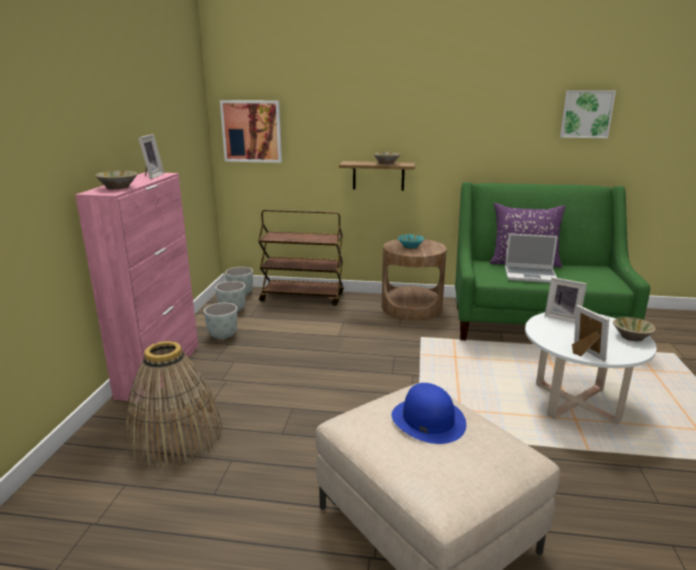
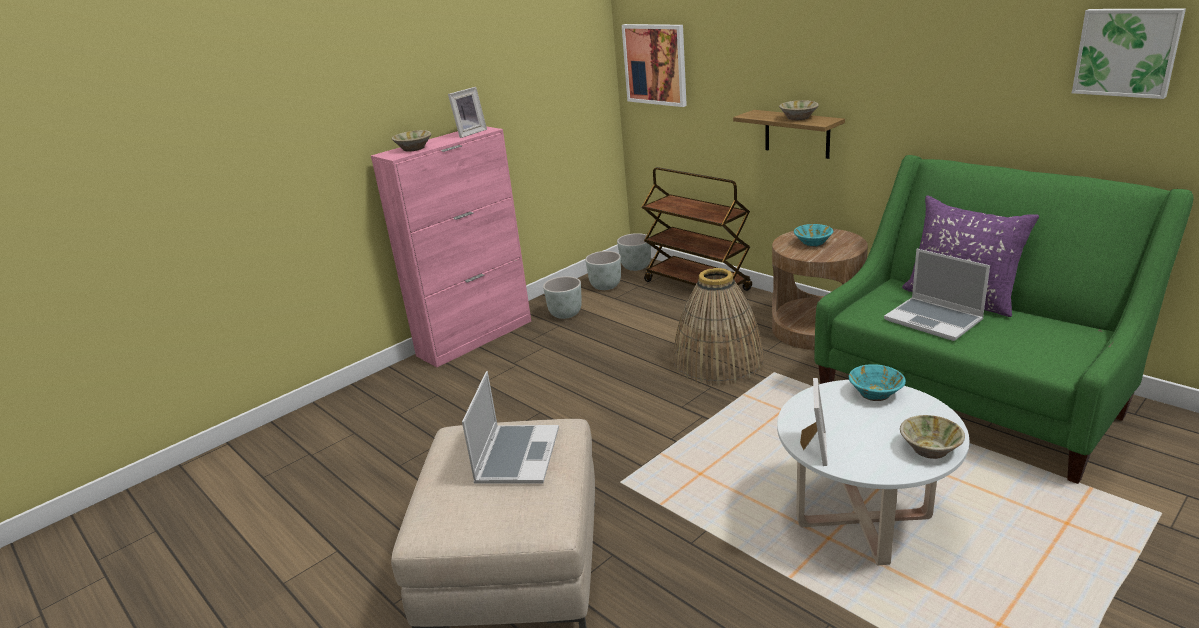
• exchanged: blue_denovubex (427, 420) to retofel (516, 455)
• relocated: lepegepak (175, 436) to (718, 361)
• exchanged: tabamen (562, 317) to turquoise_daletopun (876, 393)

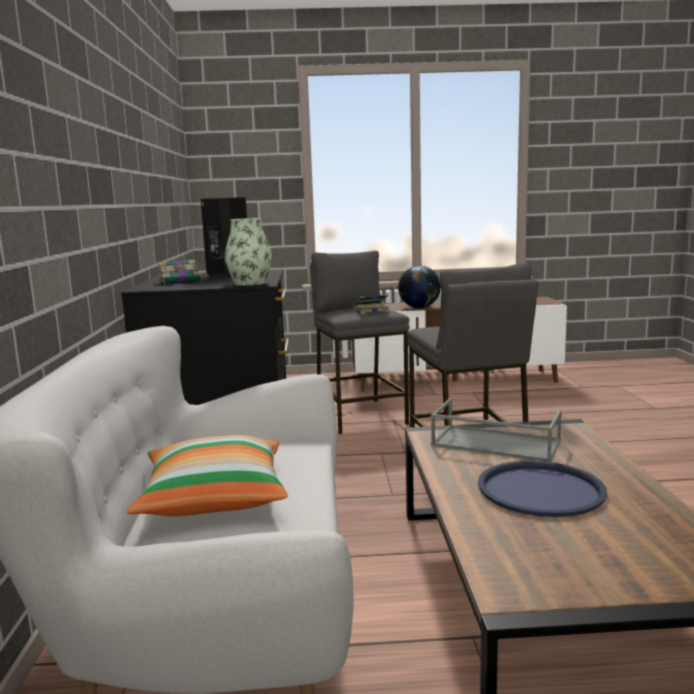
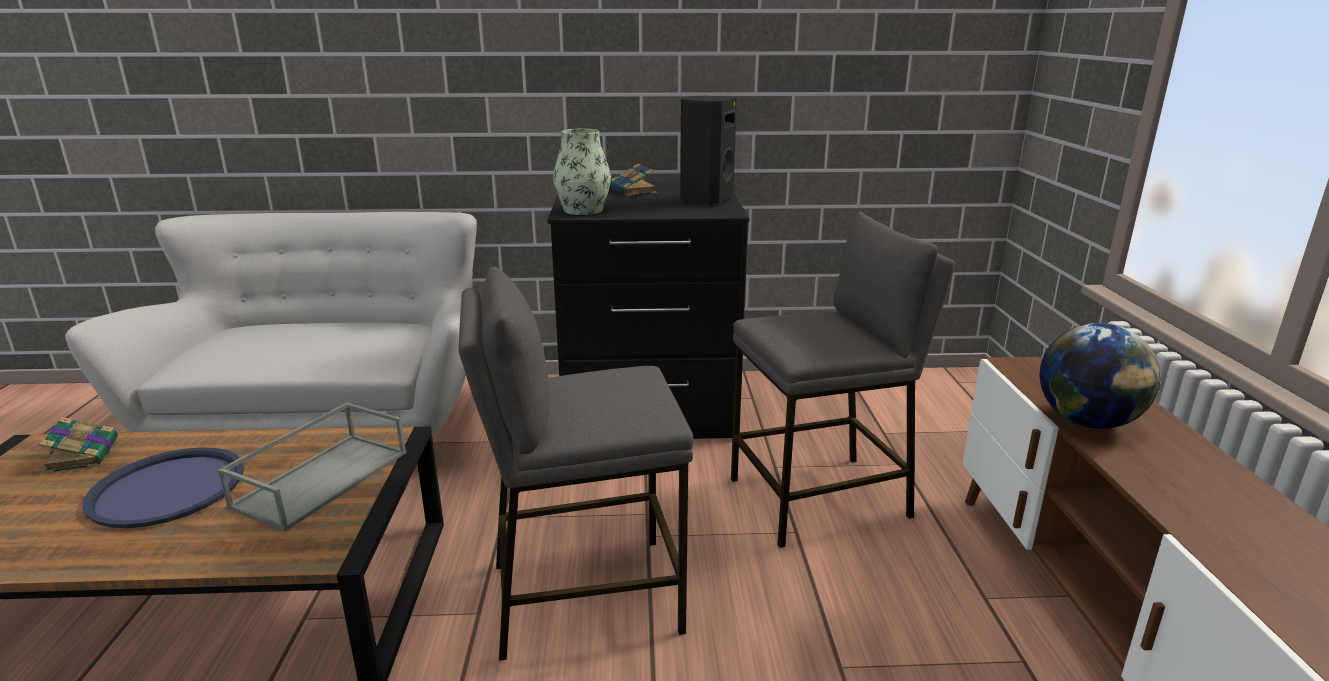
• relocated: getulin (370, 311) to (83, 454)
• missing: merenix (213, 497)

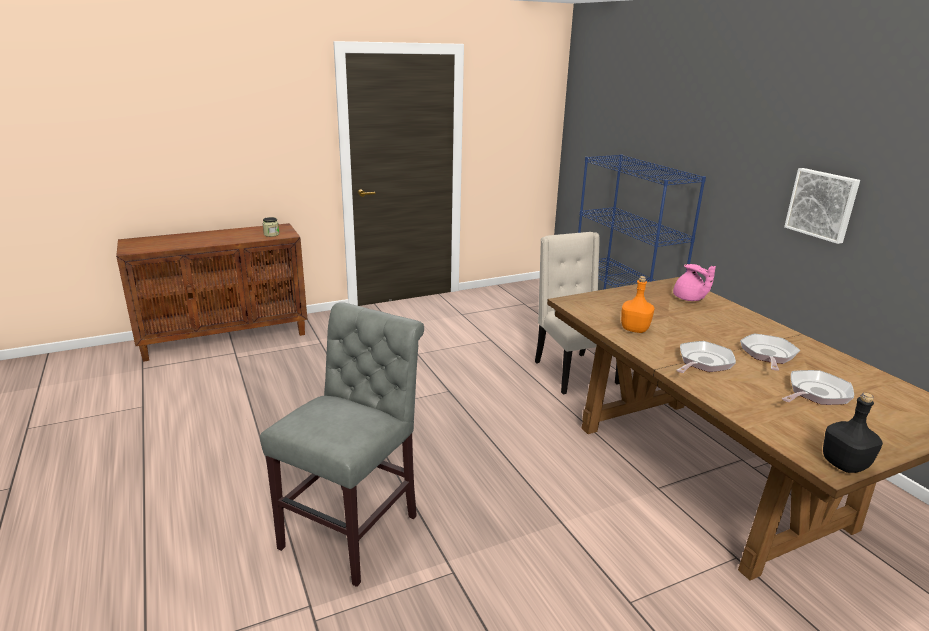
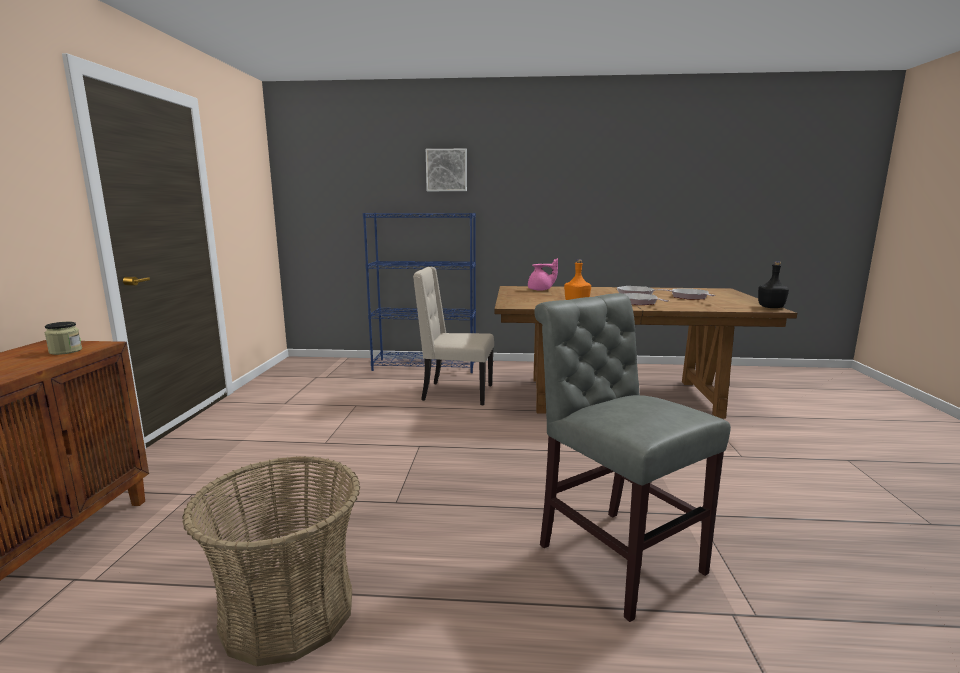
• appeared: lepegepak (288, 611)
• relocated: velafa (822, 204) to (446, 170)

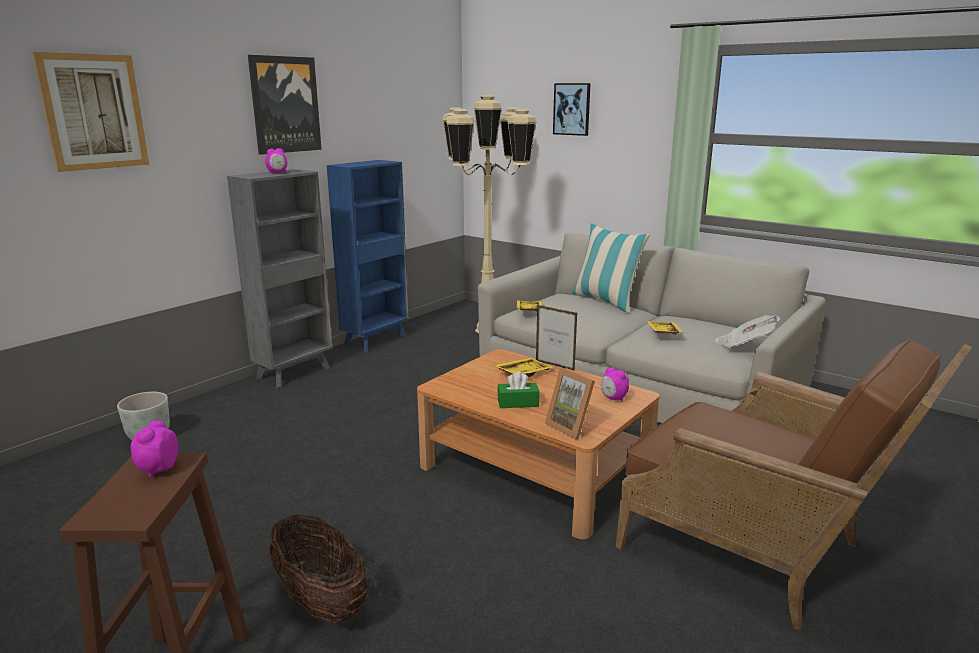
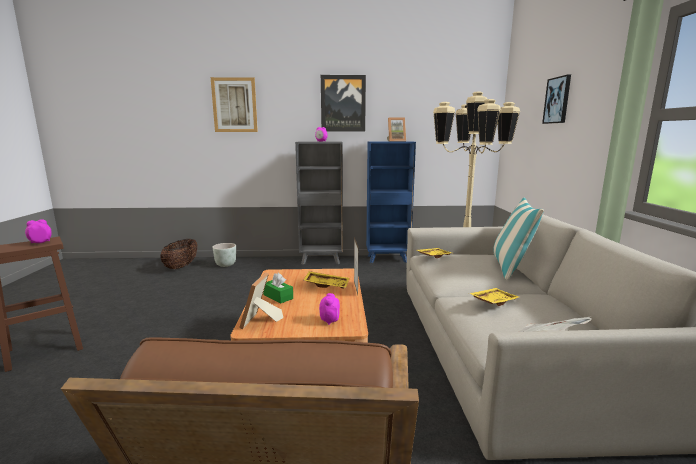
• relocated: lepegepak (320, 601) to (181, 266)
• appeared: tabamen (396, 141)

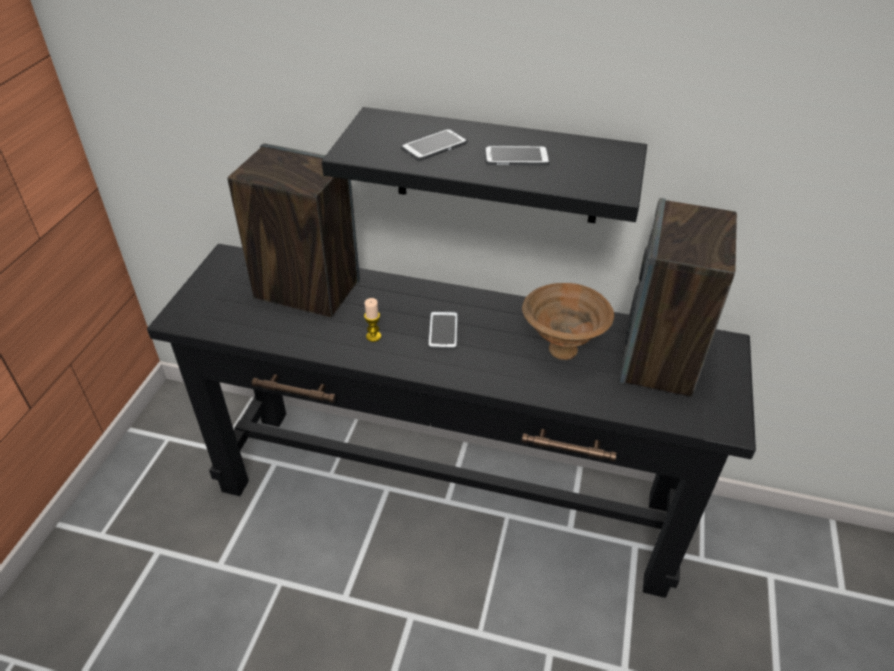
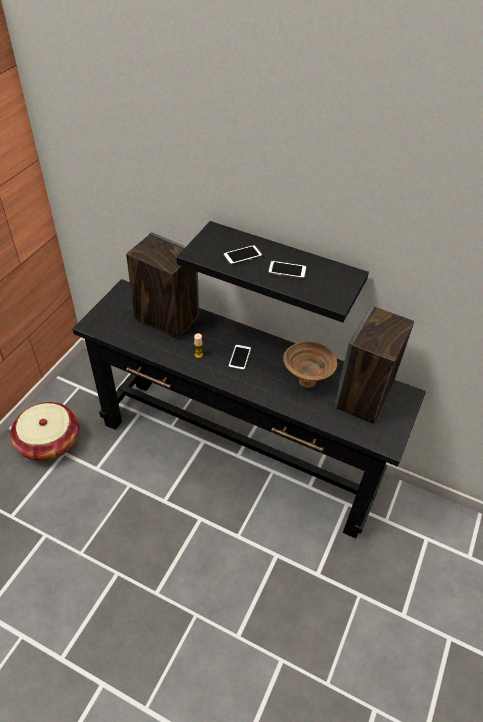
• appeared: lepegepak (49, 442)

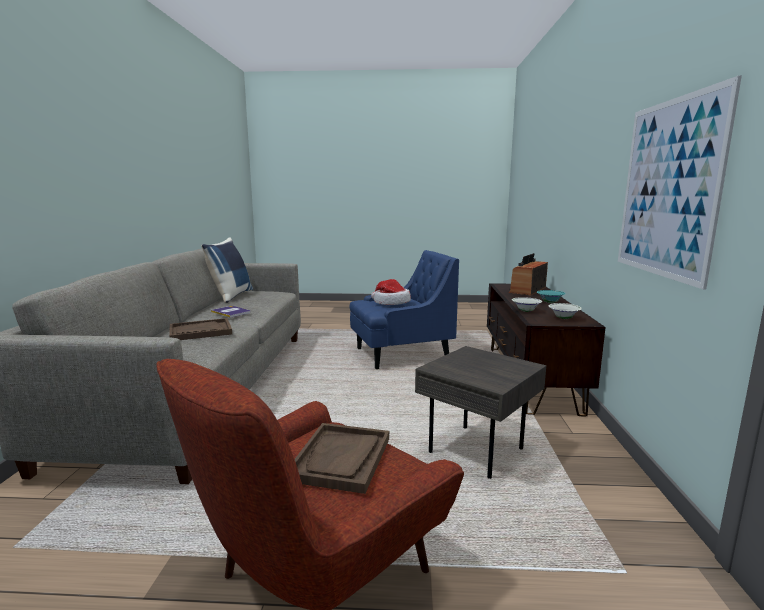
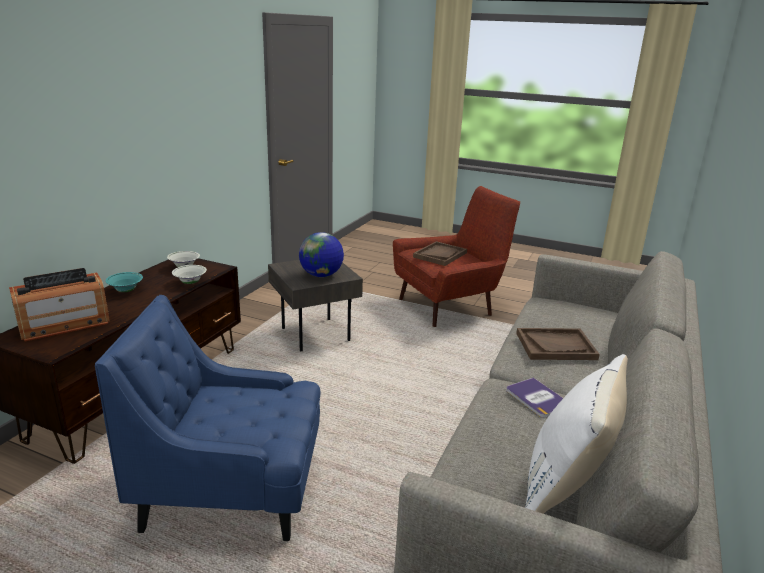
• appeared: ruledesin (321, 275)
• colour: blue_merenix (230, 296) to white_merenix (566, 488)
• missing: denovubex (390, 302)
• missing: velafa (667, 189)

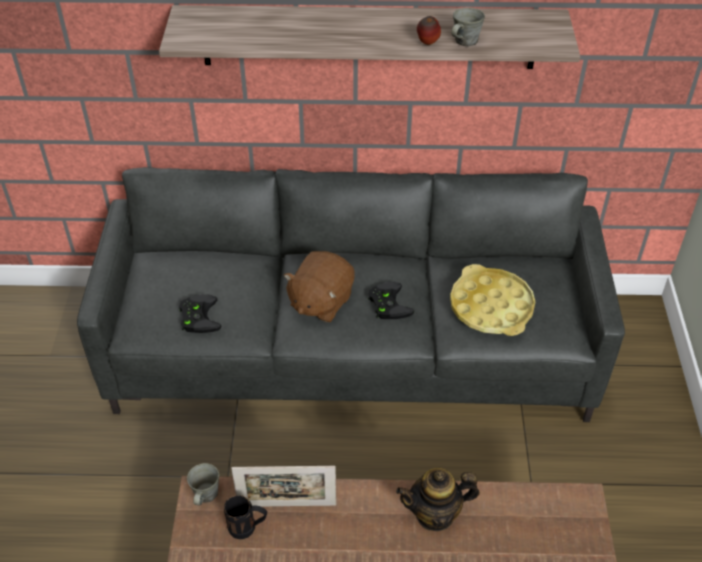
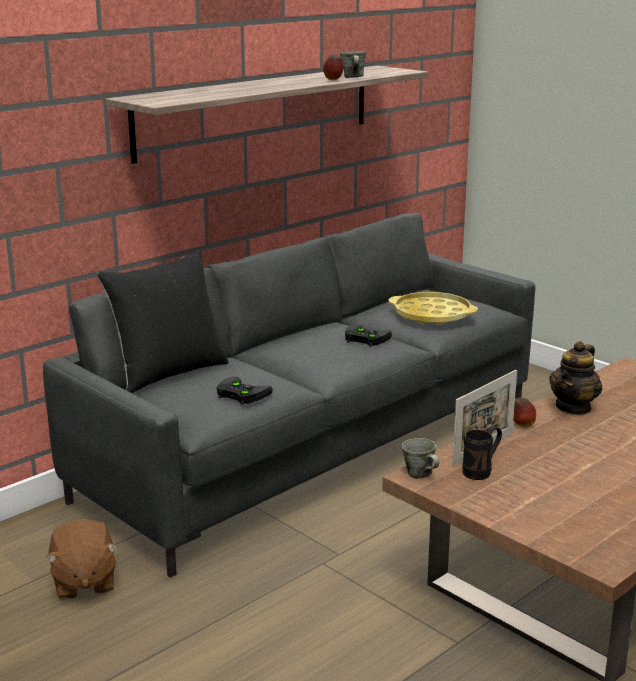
• relocated: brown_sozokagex (320, 301) to (83, 582)
• appeared: black_merenix (168, 373)
• appeared: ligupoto (522, 425)

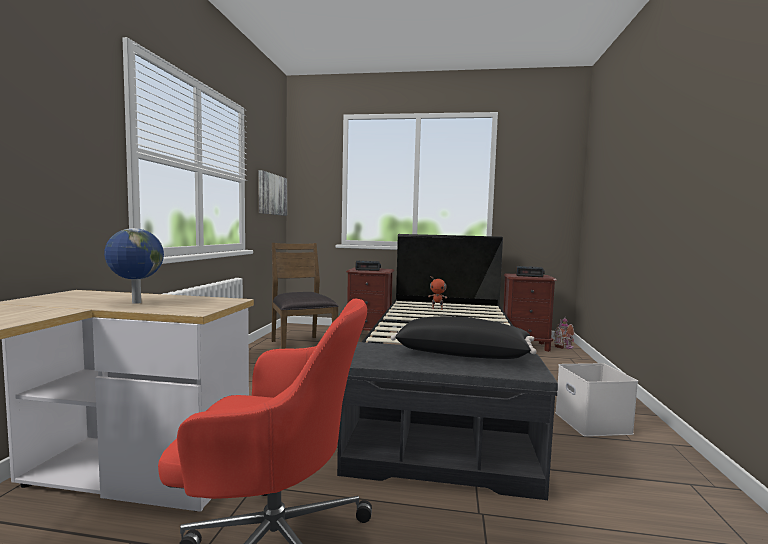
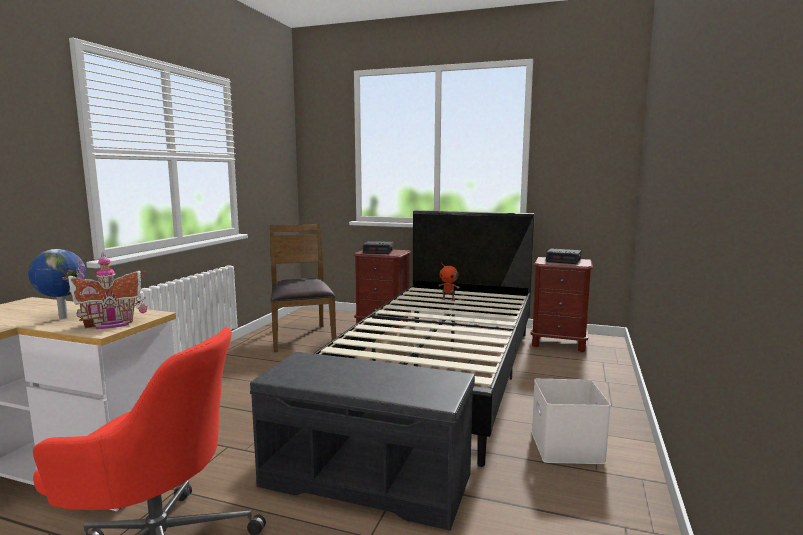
• relocated: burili (564, 347) to (110, 324)
• missing: velafa (271, 194)
• missing: black_merenix (462, 354)

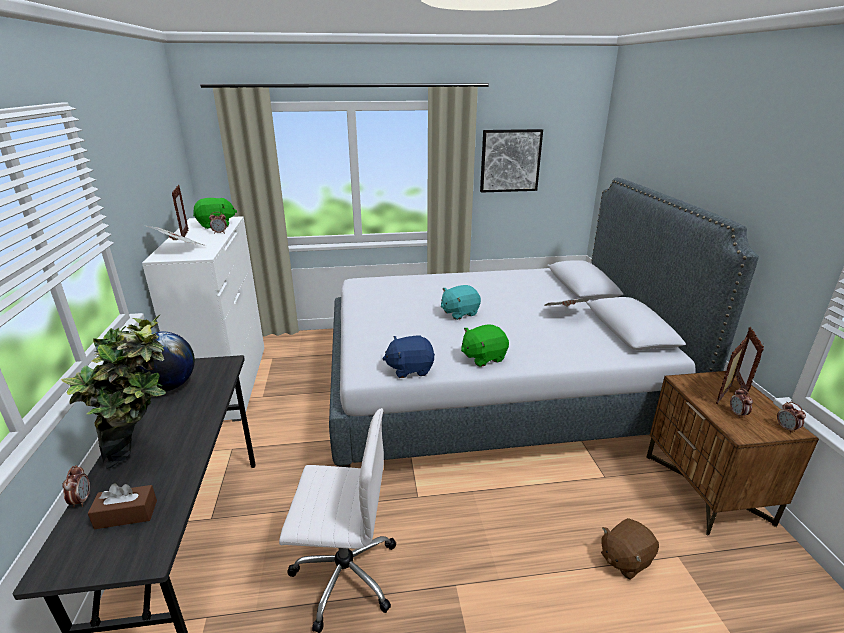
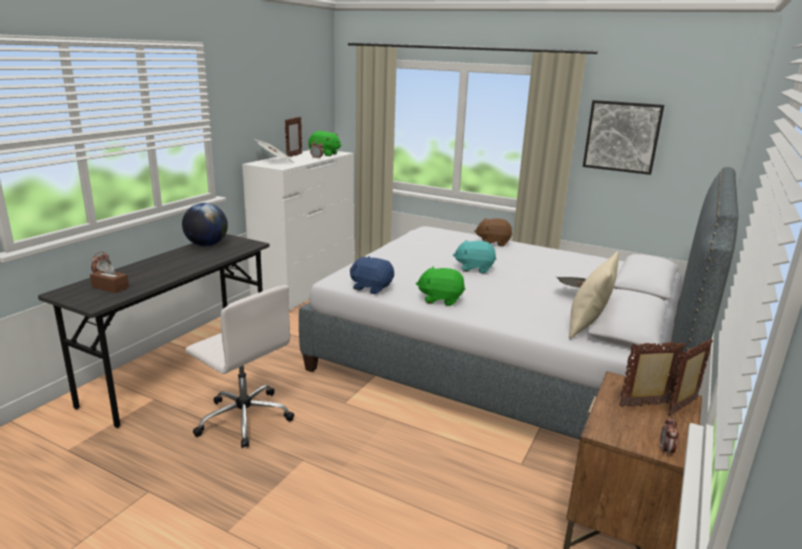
• relocated: brown_sozokagex (625, 559) to (493, 243)
• appeared: beige_merenix (587, 326)
• missing: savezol (146, 453)
• missing: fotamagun (737, 414)

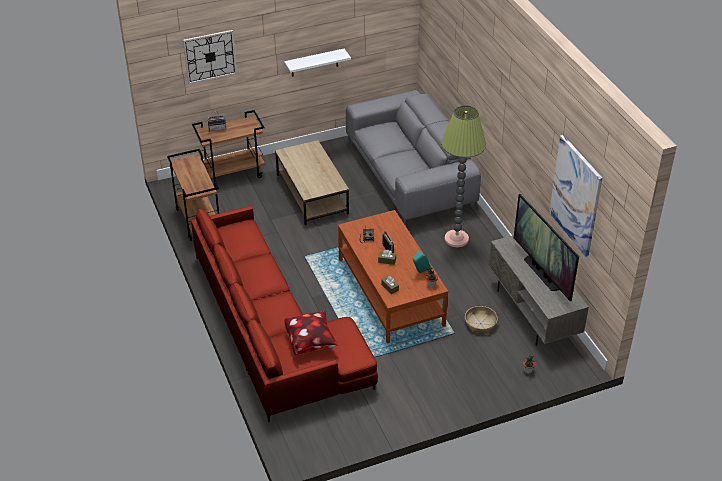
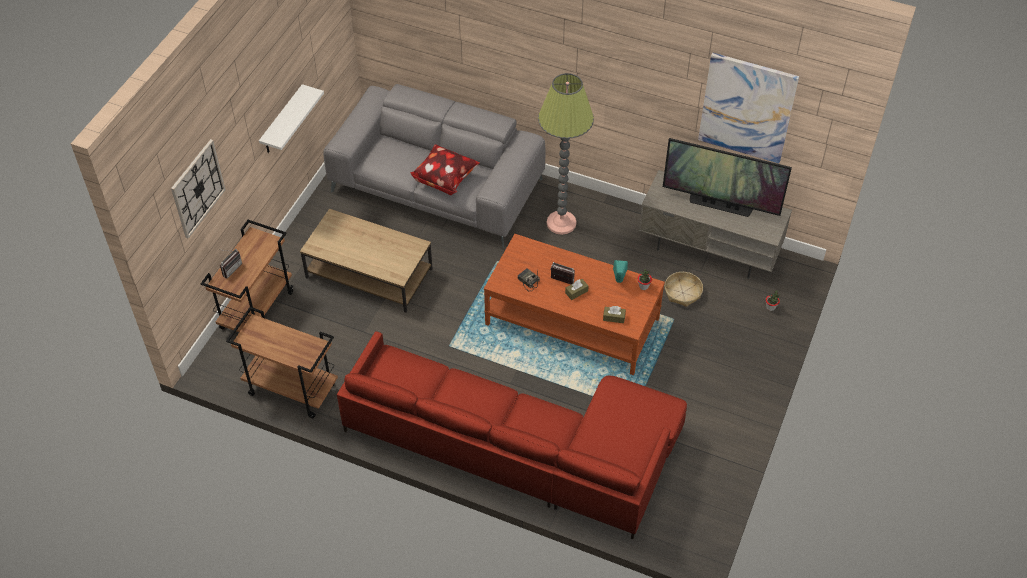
• relocated: merenix (311, 342) to (445, 179)

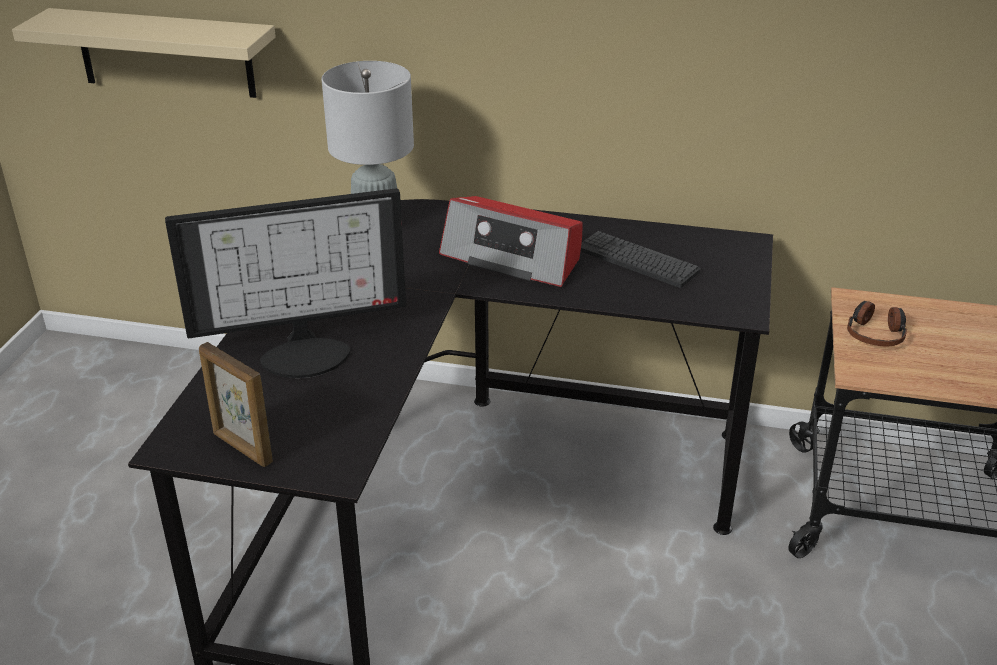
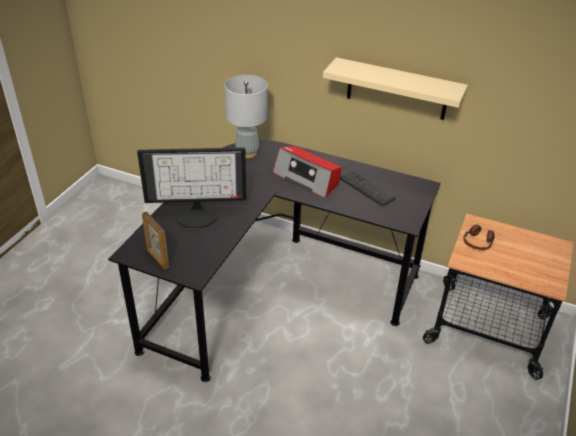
• relocated: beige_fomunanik (165, 53) to (397, 89)

